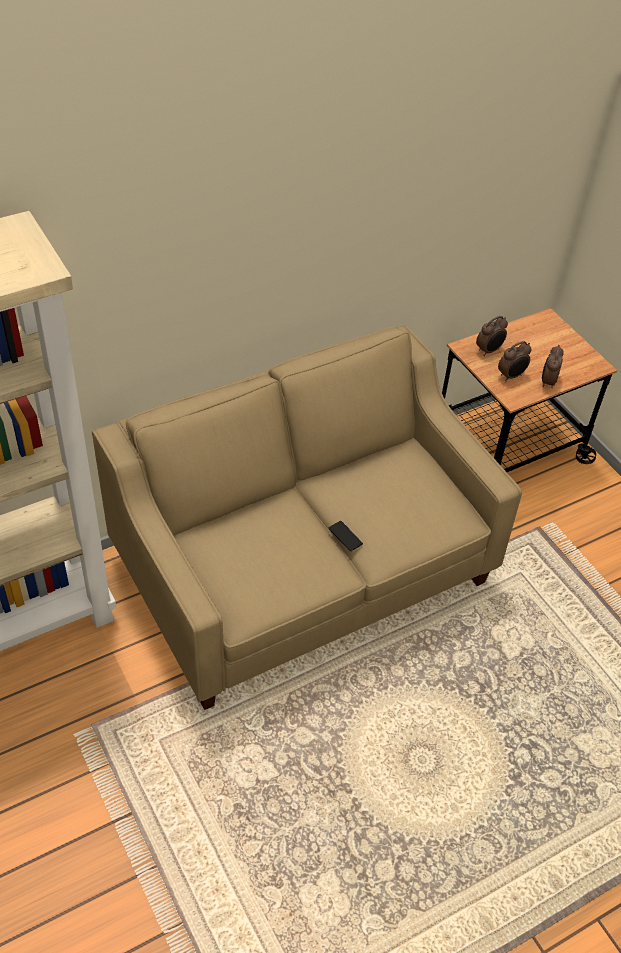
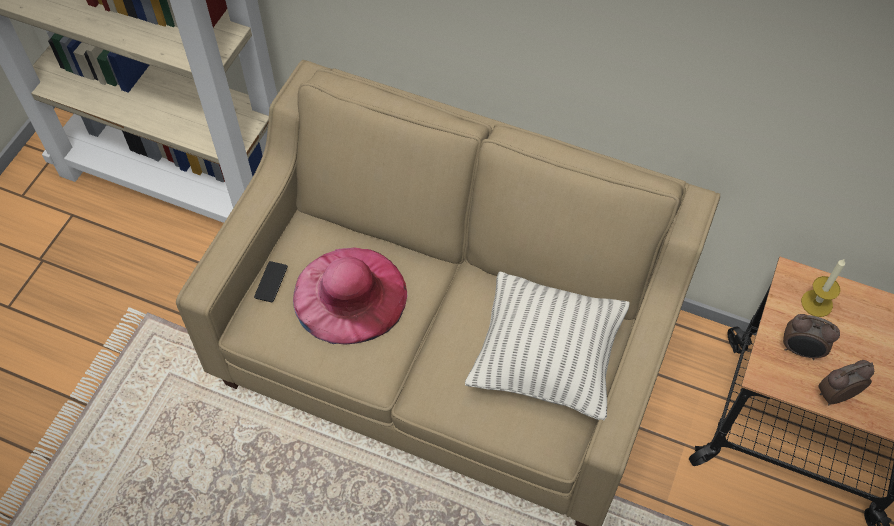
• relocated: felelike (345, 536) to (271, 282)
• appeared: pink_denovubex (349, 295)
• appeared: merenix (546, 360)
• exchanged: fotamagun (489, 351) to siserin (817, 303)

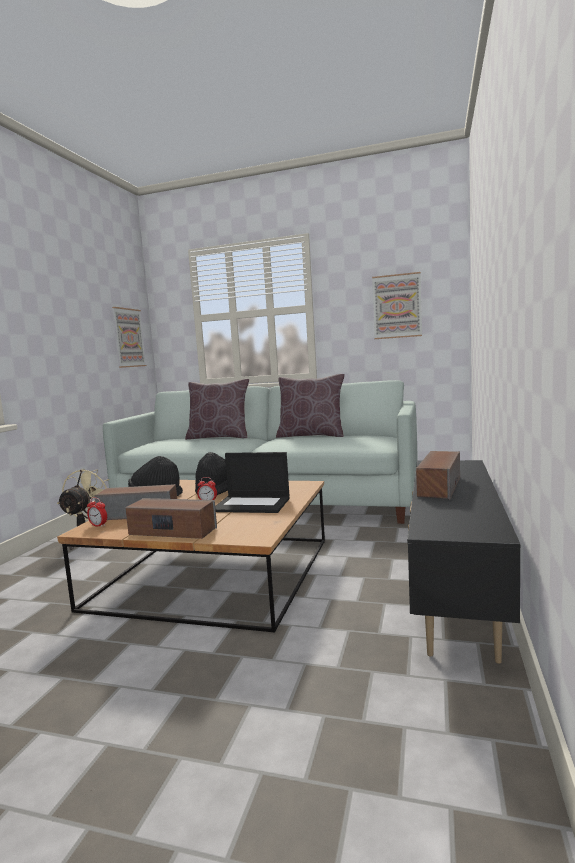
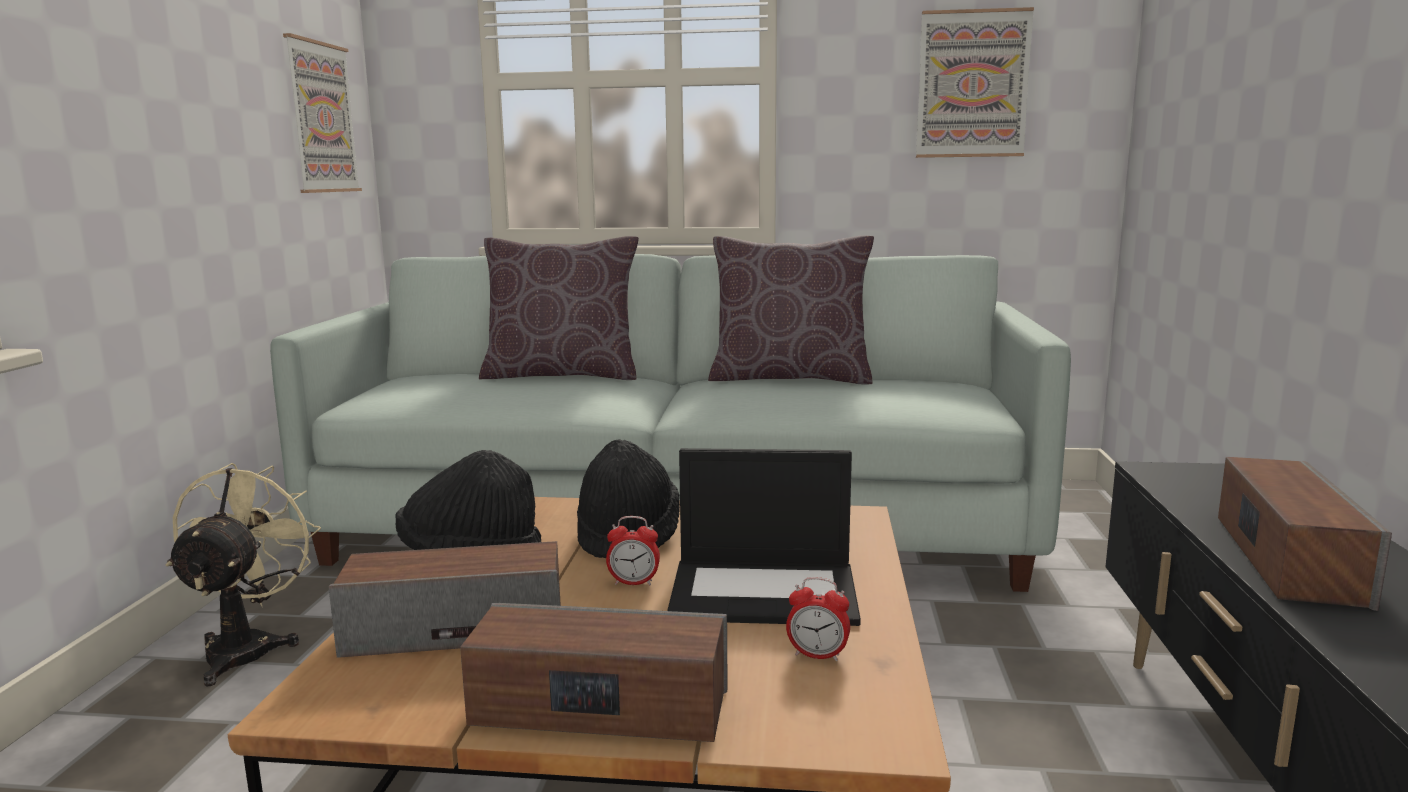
• relocated: fotamagun (98, 525) to (817, 655)

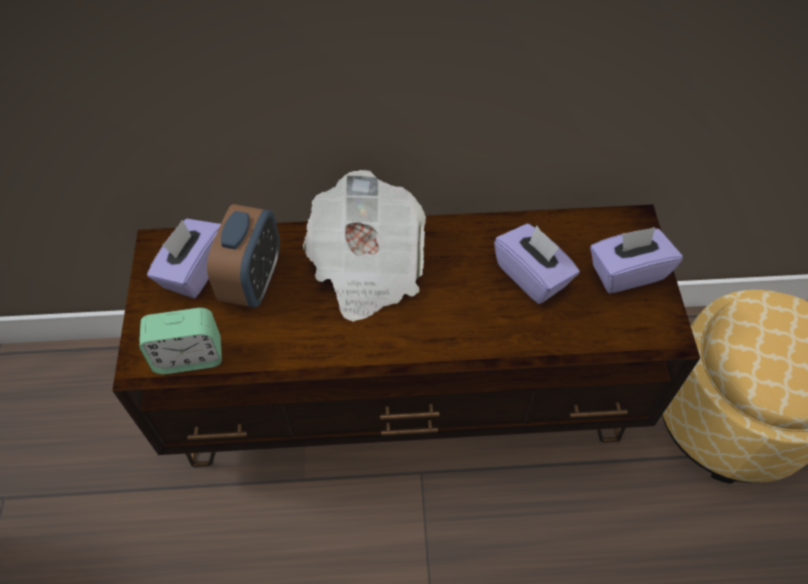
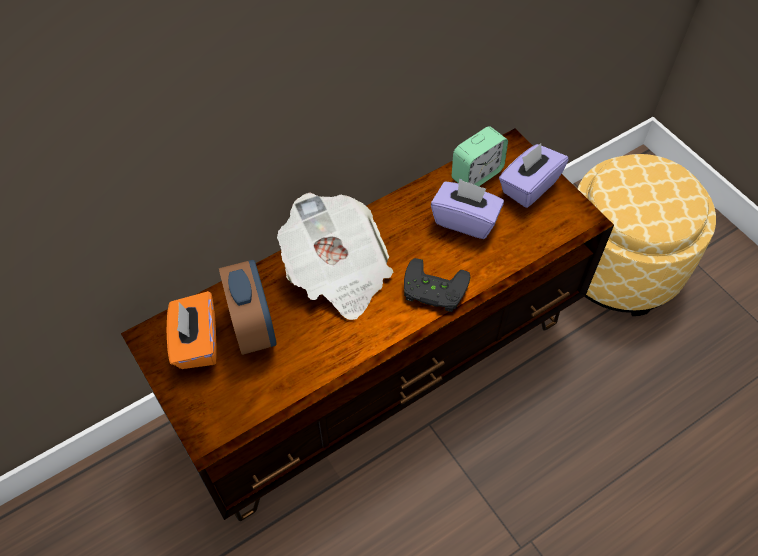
• colour: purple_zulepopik (193, 270) to orange_zulepopik (196, 343)
• appeared: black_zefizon (433, 291)
• relocated: fotamagun (189, 356) to (476, 175)

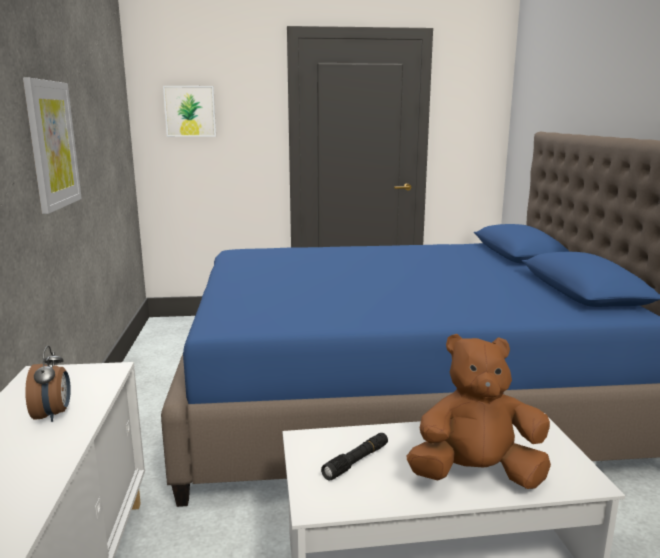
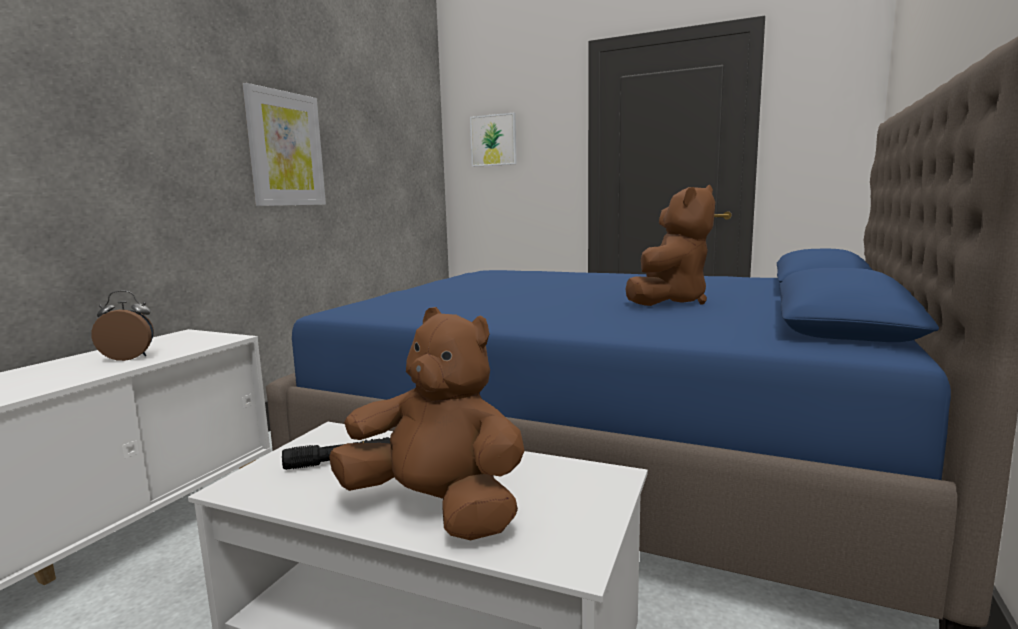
• spun: fotamagun (53, 415) = (130, 357) 120 degrees counterclockwise
• appeared: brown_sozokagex (669, 301)

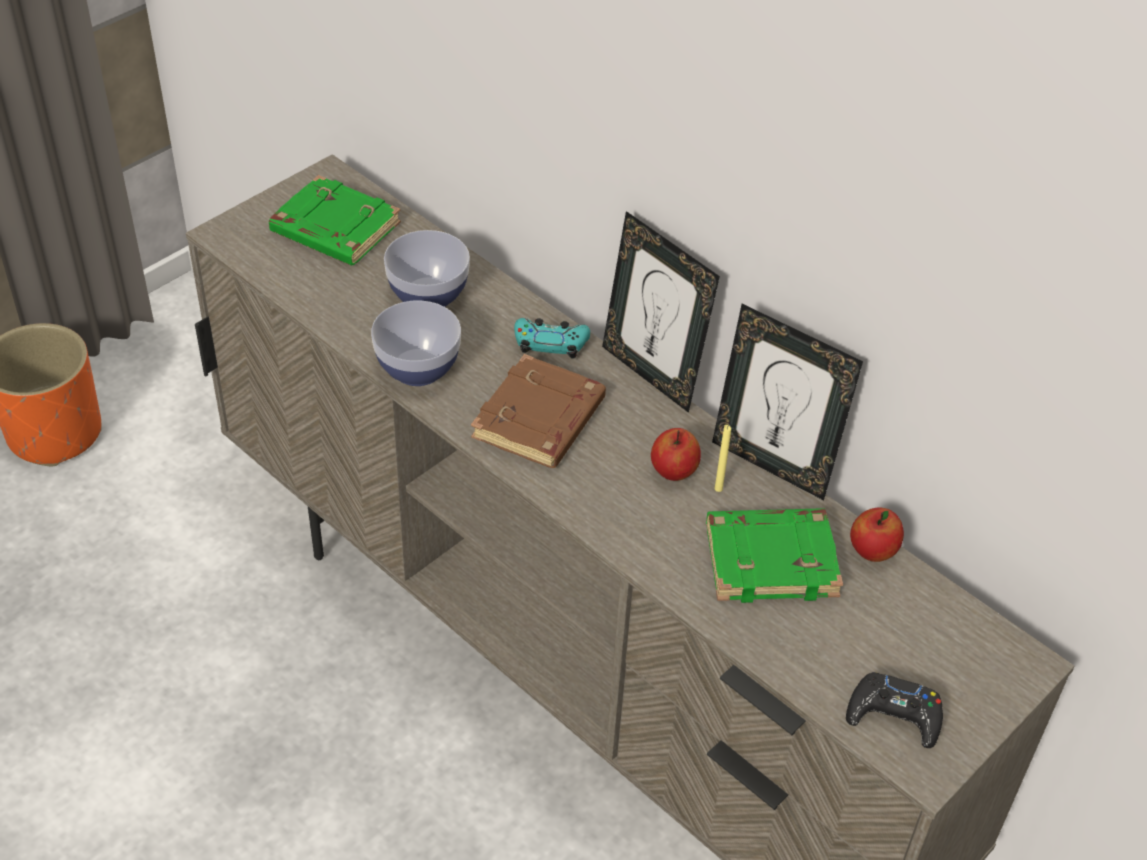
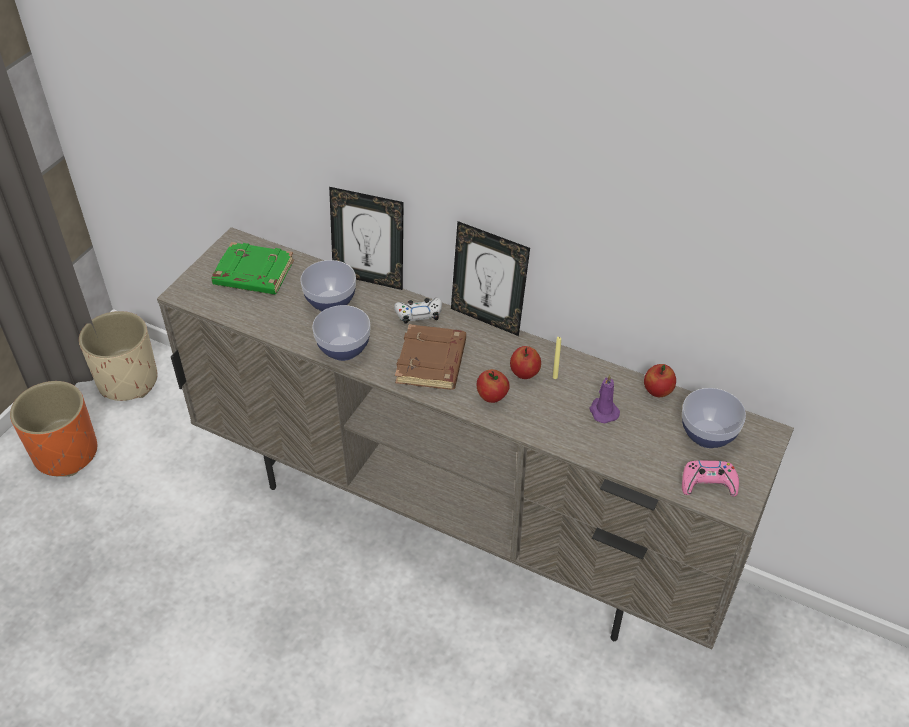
• appeared: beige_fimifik (128, 381)
• relocated: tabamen (772, 464) to (369, 278)
• colour: turquoise_zefizon (551, 343) to white_zefizon (419, 314)
• appeared: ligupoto (492, 397)
• exchanged: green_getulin (772, 560) to purple_siserin (603, 411)
• appeared: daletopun (707, 434)
• colour: black_zefizon (893, 716) to pink_zefizon (708, 483)

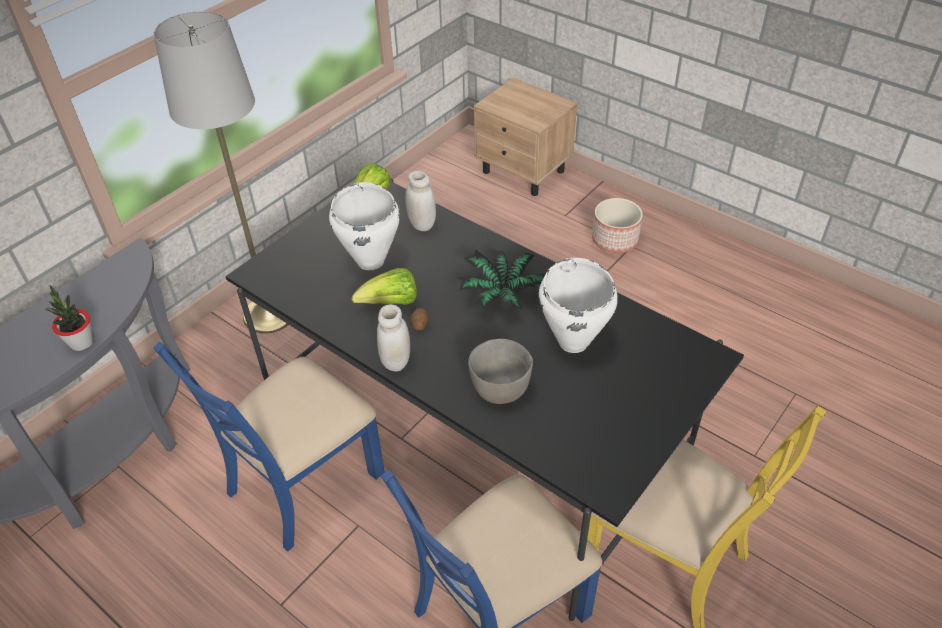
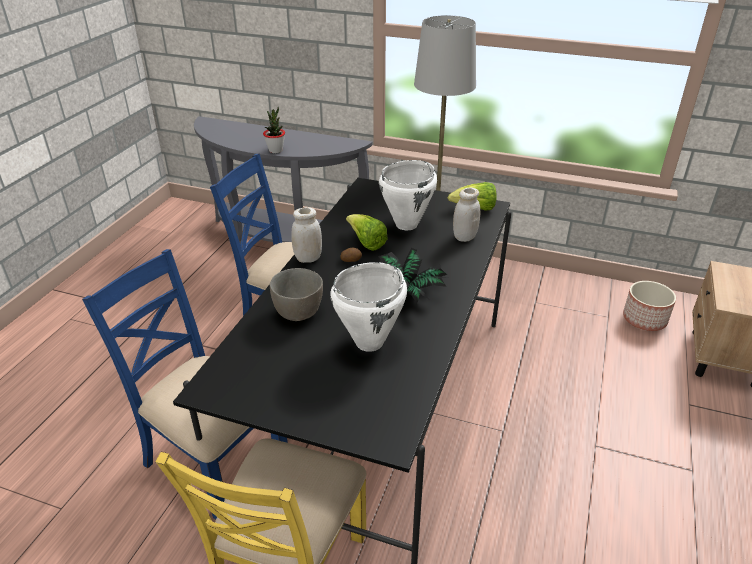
• relocated: fimifik (614, 240) to (644, 319)

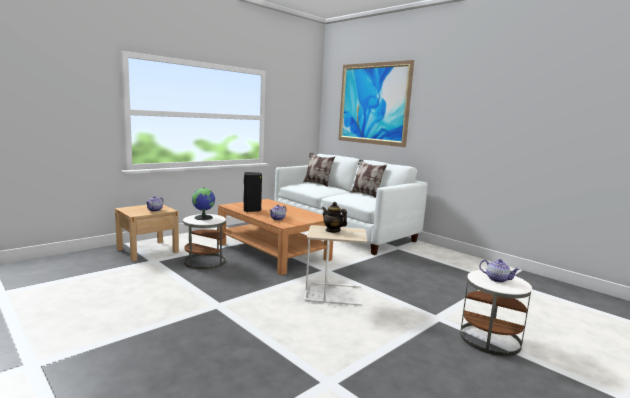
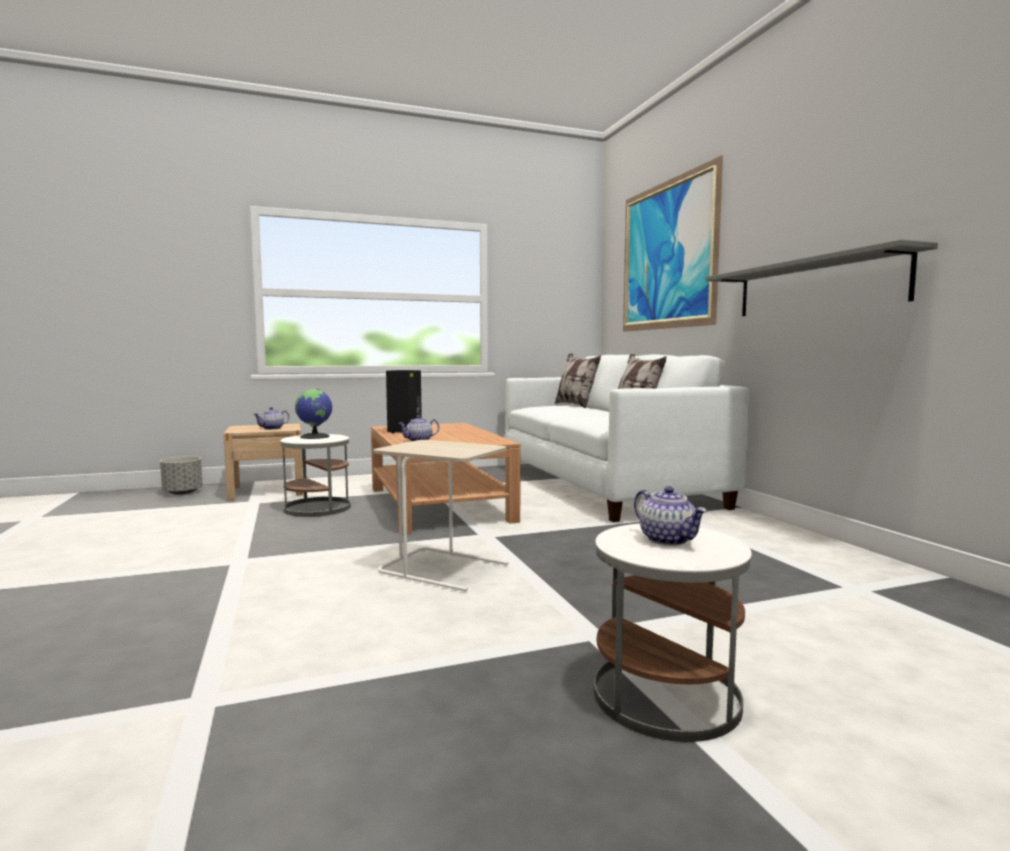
• appeared: grey_fimifik (183, 493)
• appeared: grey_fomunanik (816, 286)
• missing: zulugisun (333, 230)

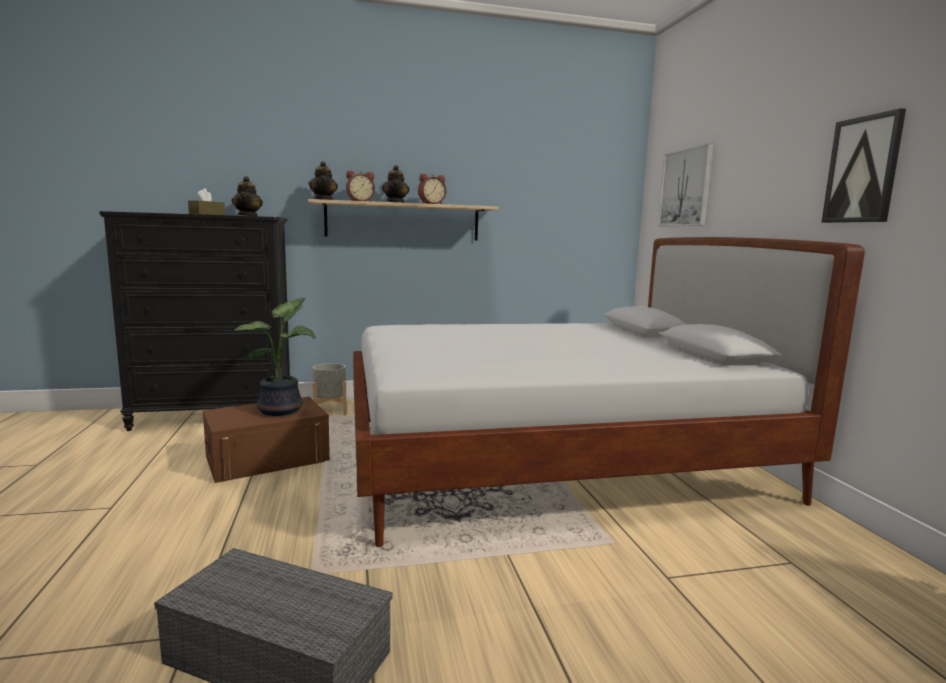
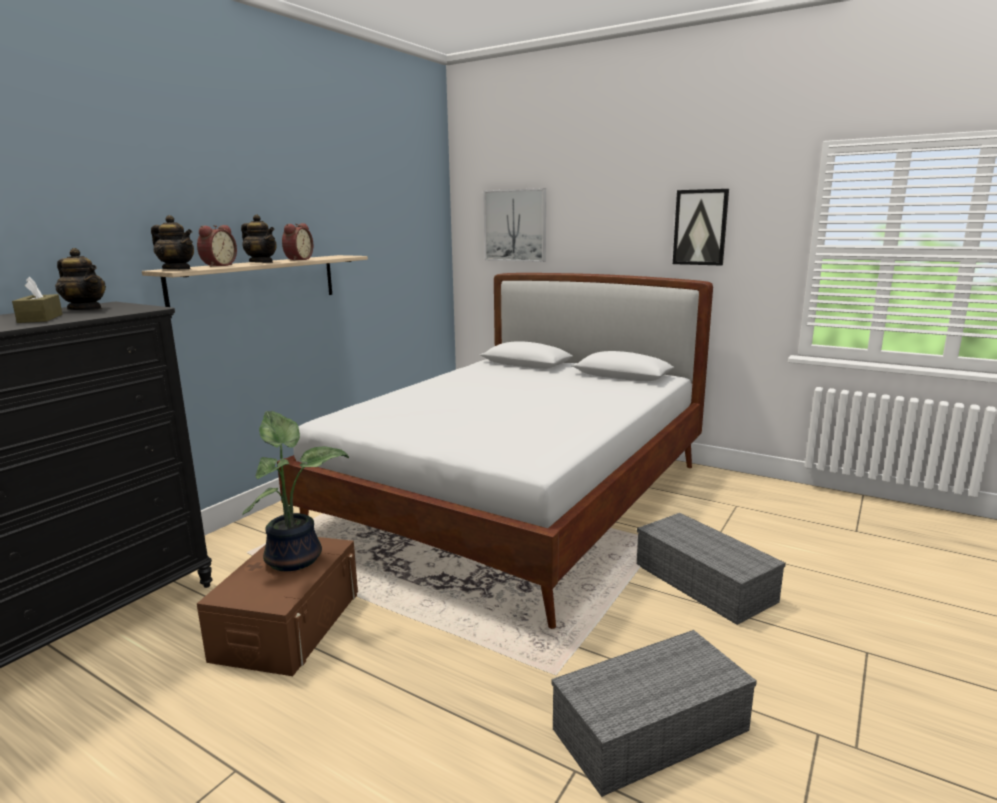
• appeared: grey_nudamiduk (706, 583)
• missing: grey_fimifik (330, 411)

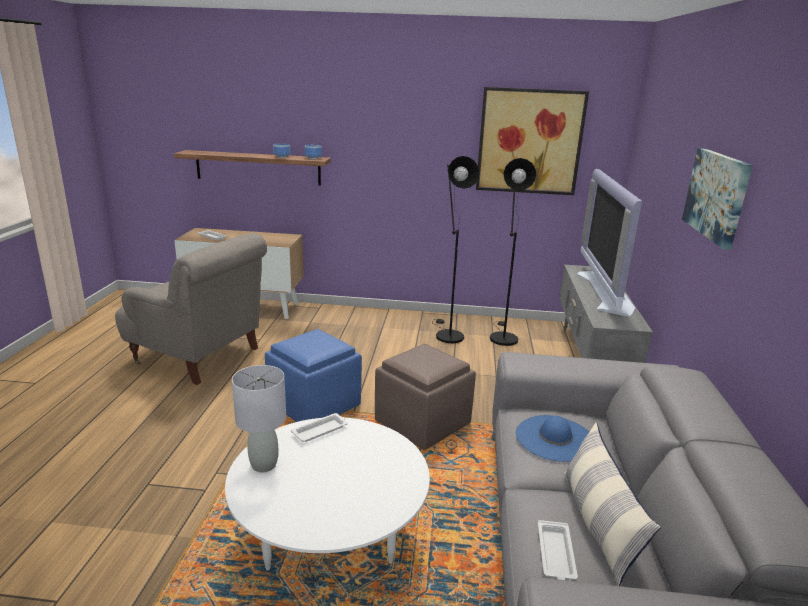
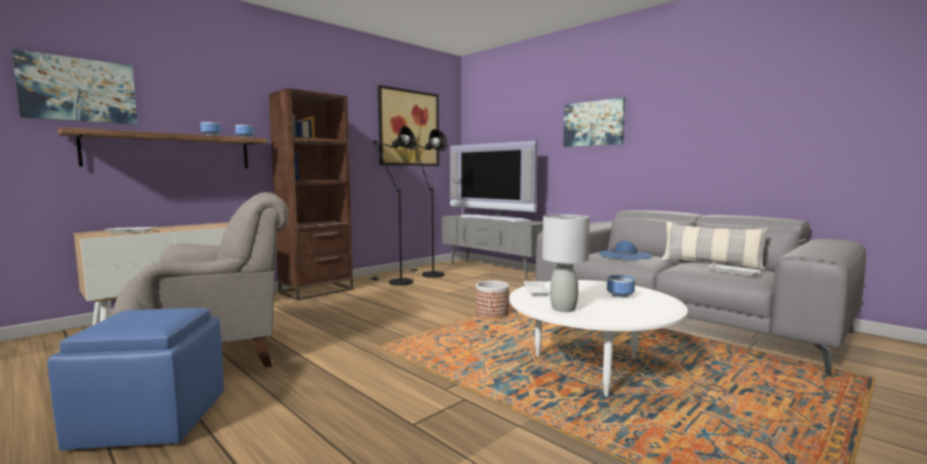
• appeared: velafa (79, 90)
• relocated: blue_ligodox (313, 405) to (149, 422)
• appeared: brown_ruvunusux (316, 291)
• exchanged: brown_ligodox (423, 423) to fimifik (492, 313)
• appeared: daletopun (621, 296)

